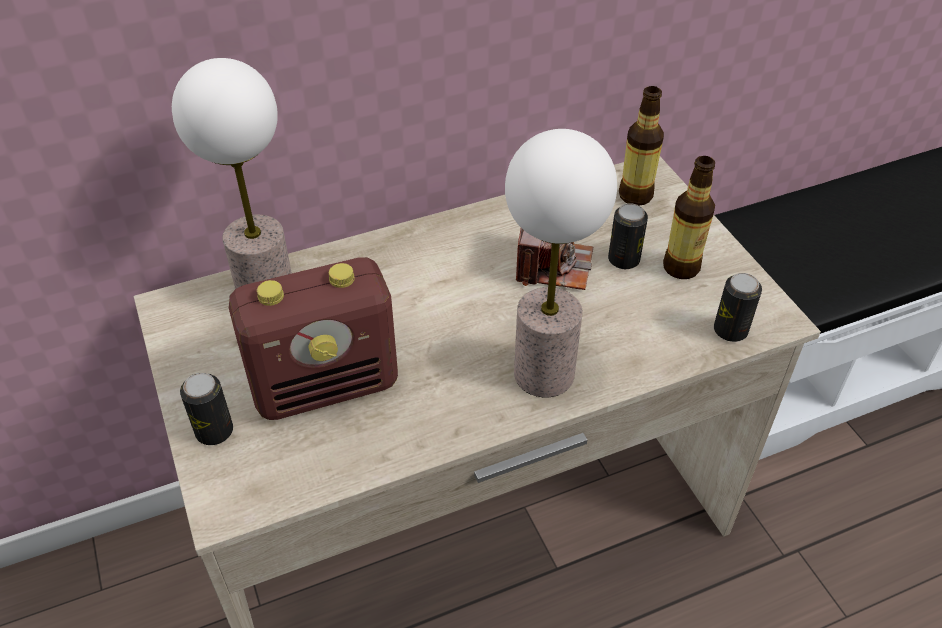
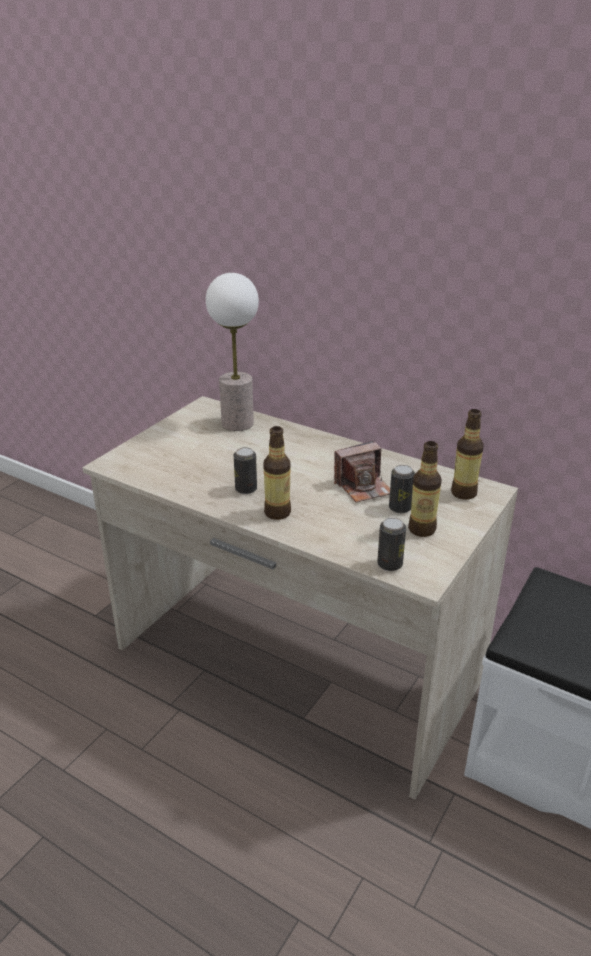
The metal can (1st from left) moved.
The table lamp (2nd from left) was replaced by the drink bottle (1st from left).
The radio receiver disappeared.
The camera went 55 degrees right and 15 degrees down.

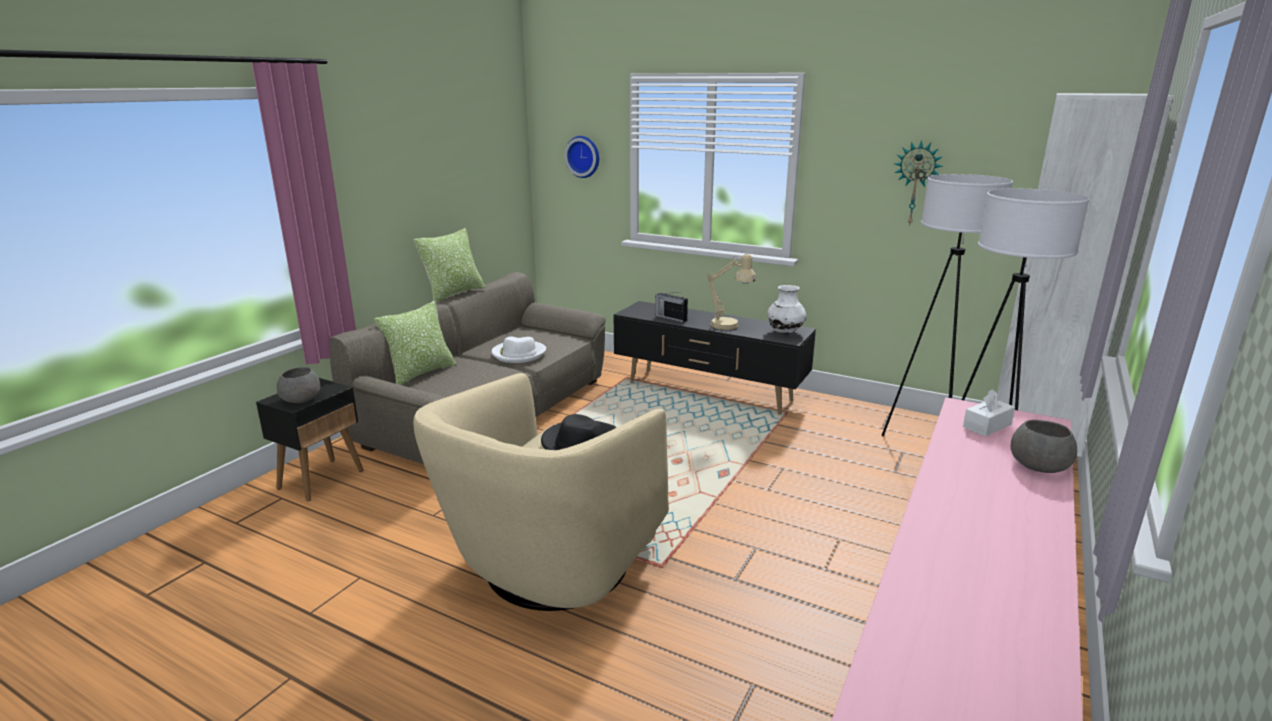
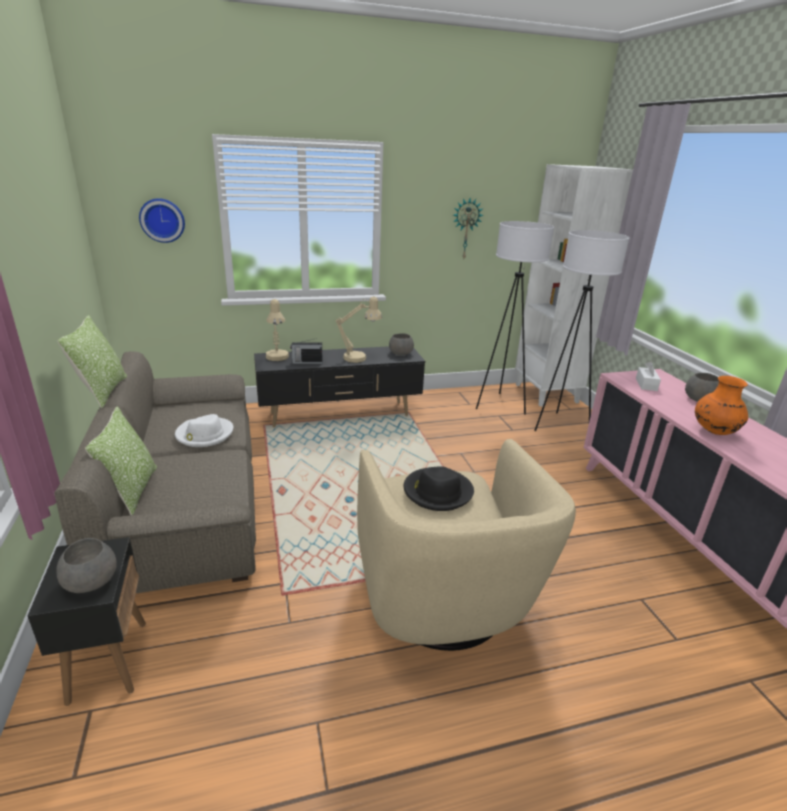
The beige table lamp (1st from left) appeared.
The whitish vase was replaced by the gray deep dish (2nd from left).
The orange vase appeared.
The camera went 45 degrees left and 5 degrees up.

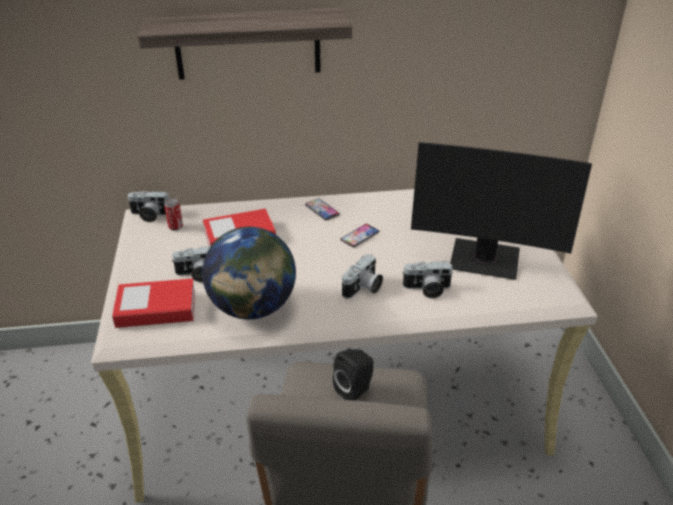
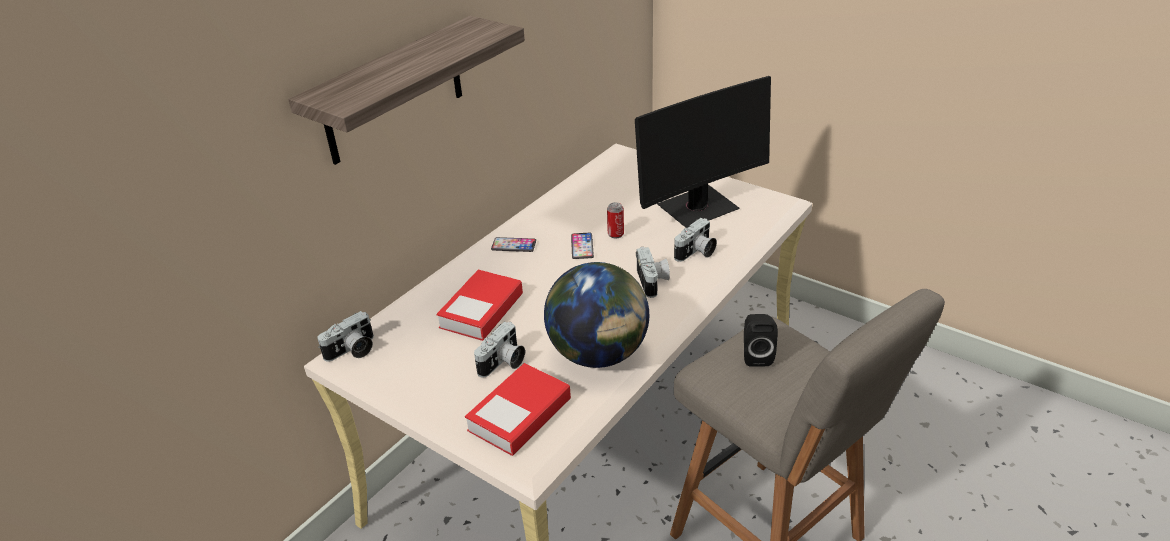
The metal can moved.
The camera went 45 degrees left and 0 degrees up.

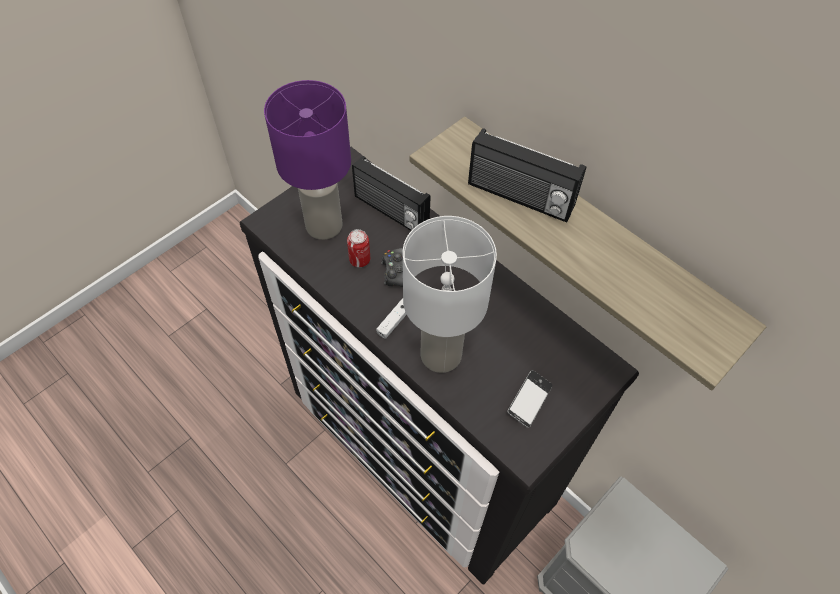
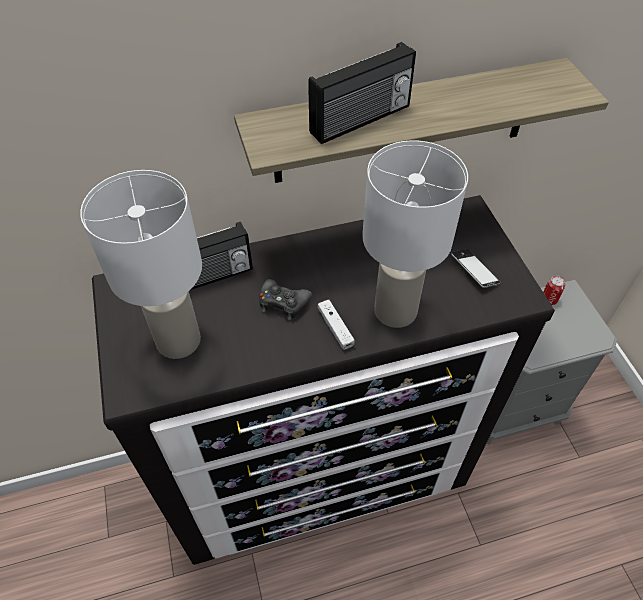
The purple-coloured table lamp became the whitish table lamp (1st from left).
The metal can moved.
The camera went 60 degrees left and 5 degrees down.

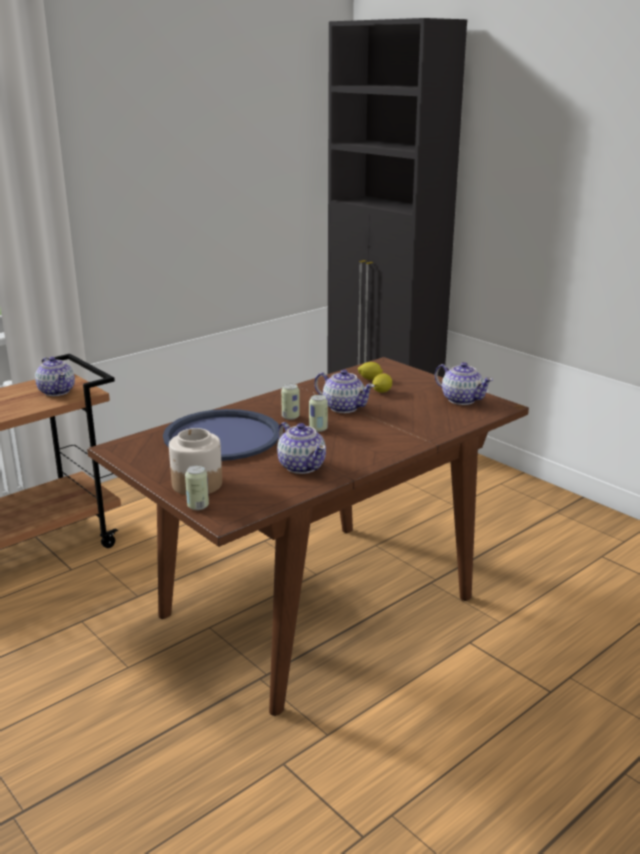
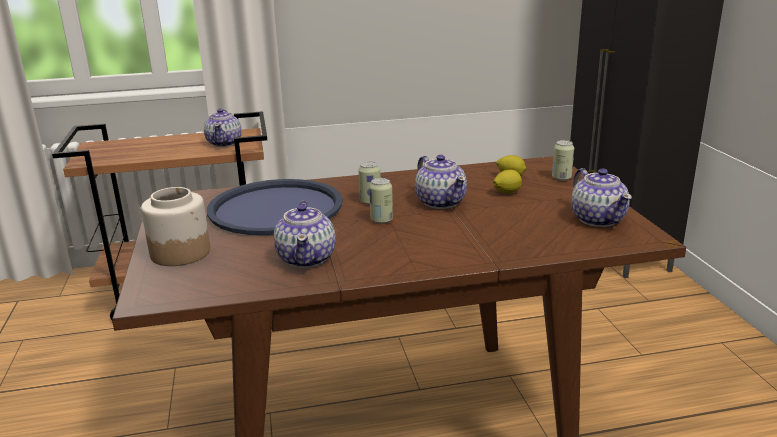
The metal can (1st from left in the first image) moved.
The camera went 30 degrees right and 0 degrees up.

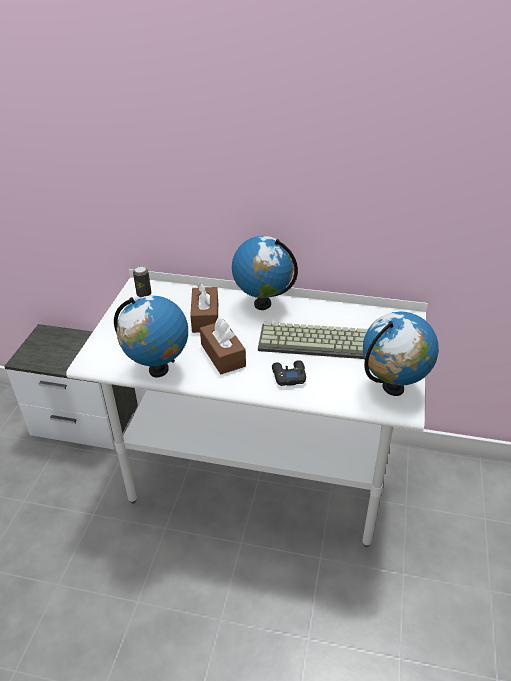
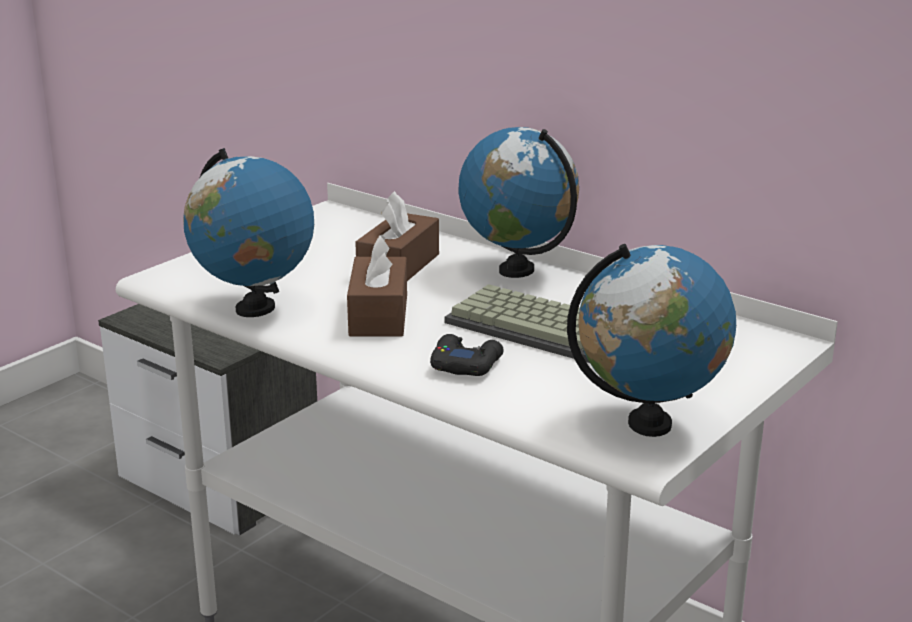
The metal can disappeared.
The camera went 25 degrees right and 15 degrees down.

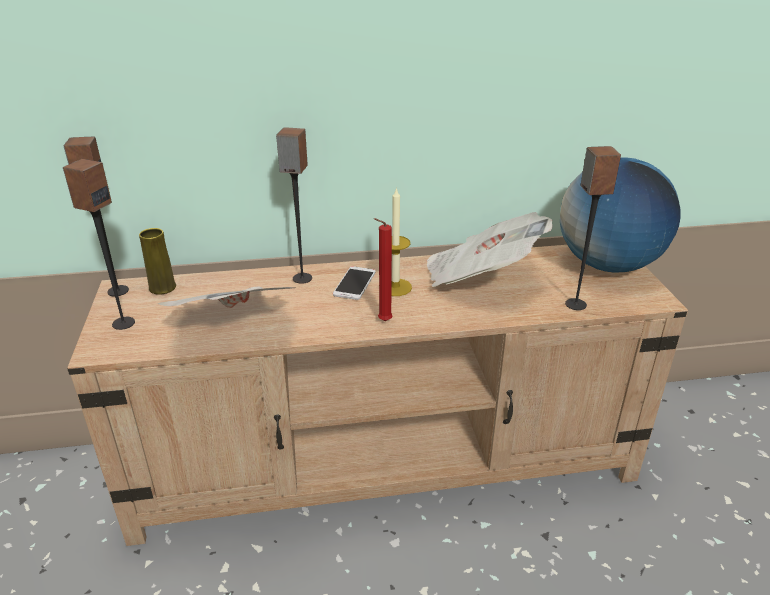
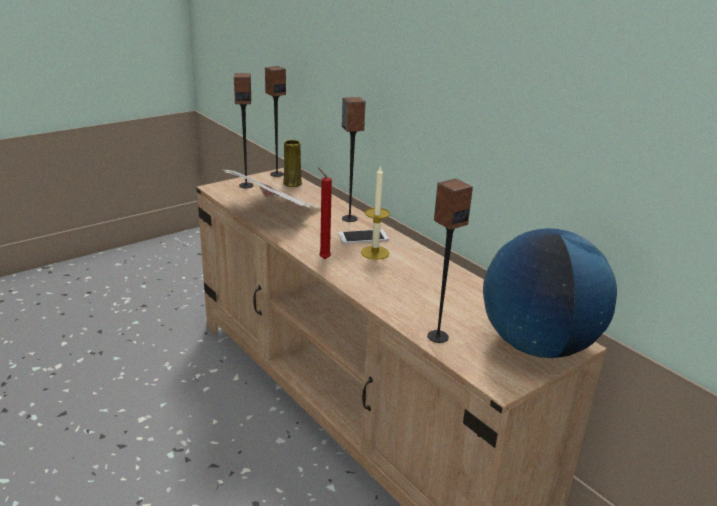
The newspaper (2nd from left) disappeared.
The camera went 60 degrees right and 5 degrees down.

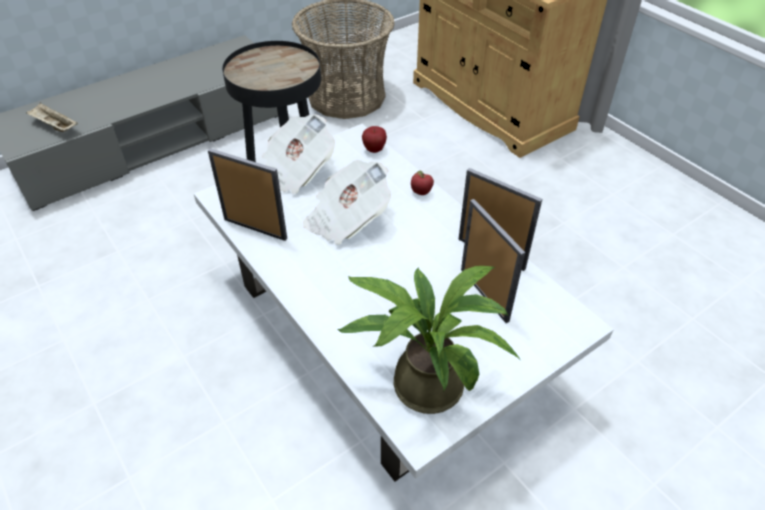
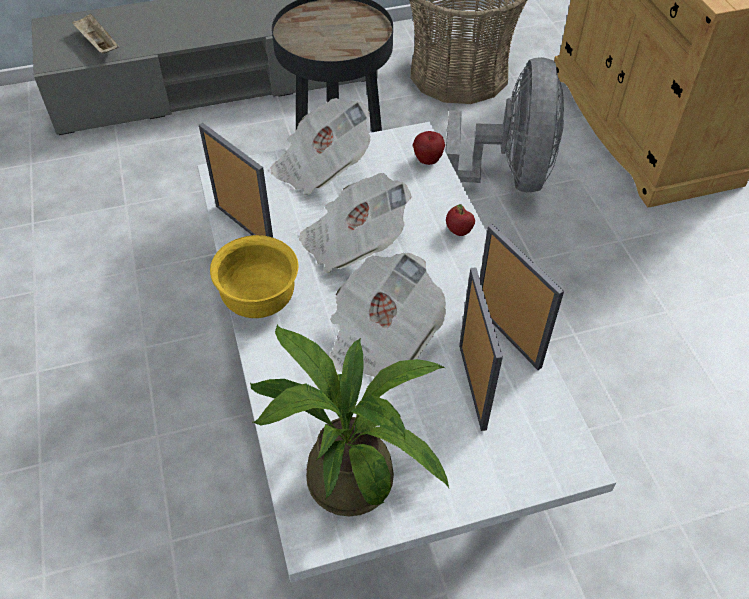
The yellow deep dish appeared.
The newspaper (3rd from left) appeared.
The gray cooling fan appeared.
The camera went 20 degrees right and 5 degrees up.

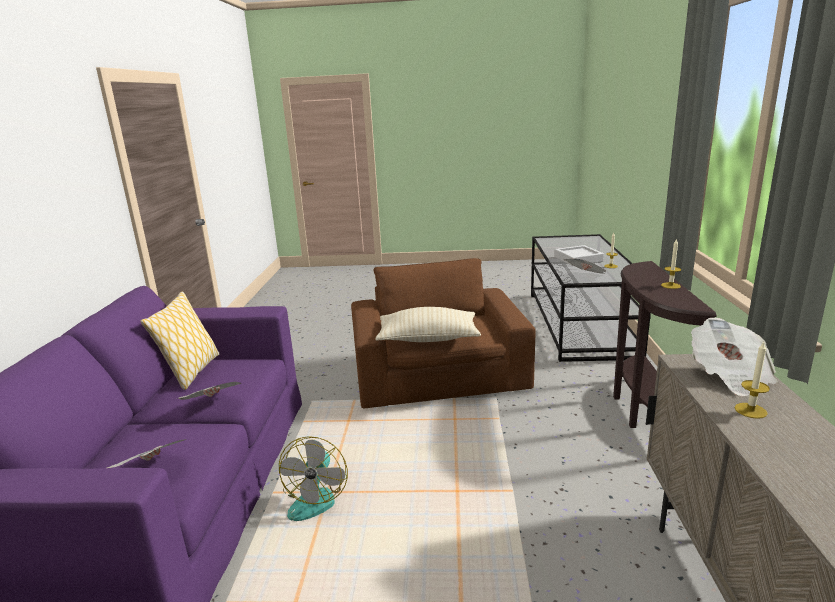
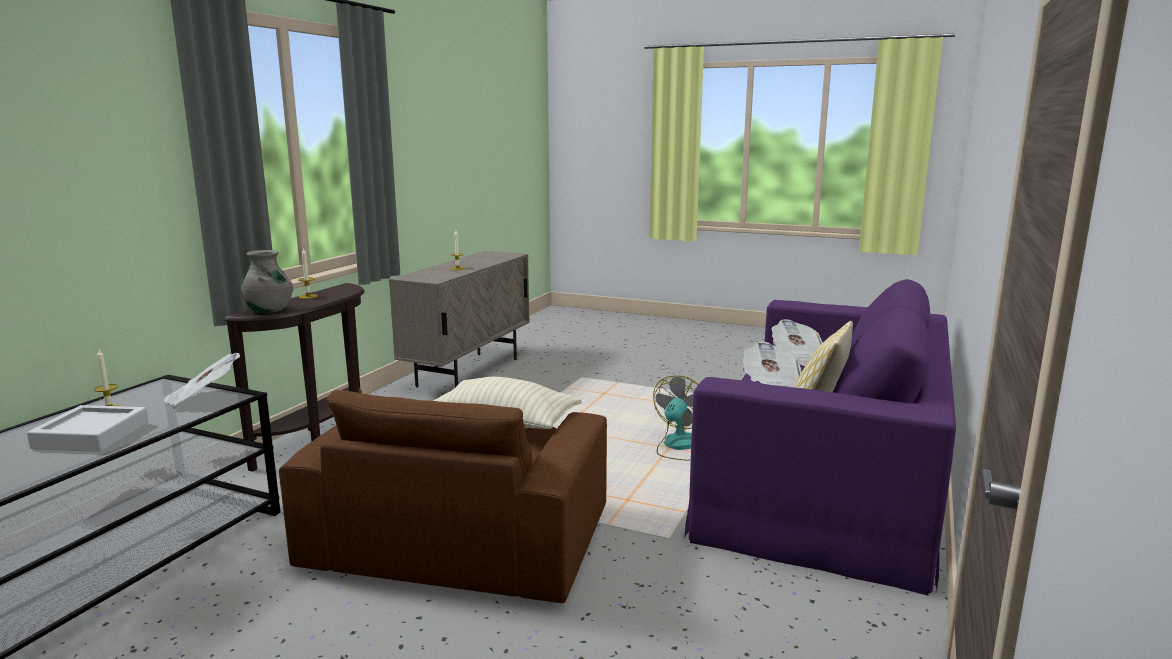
The gray vase appeared.
The newspaper (4th from left) disappeared.
The camera went 160 degrees left and 5 degrees down.

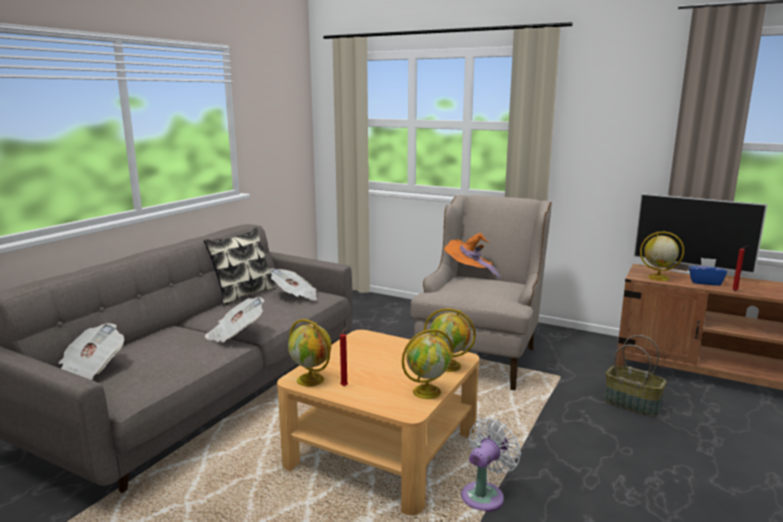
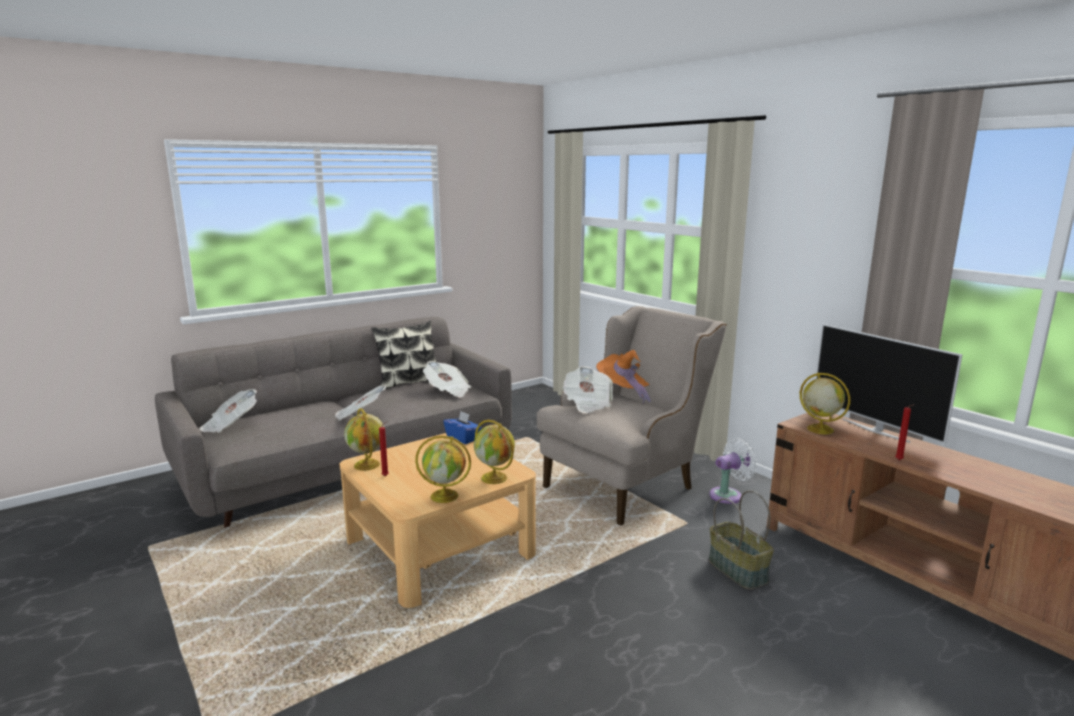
The bluish tissue holder moved.
The newspaper (4th from left) appeared.
The whitish cooling fan moved.
The camera went 25 degrees right and 0 degrees up.

